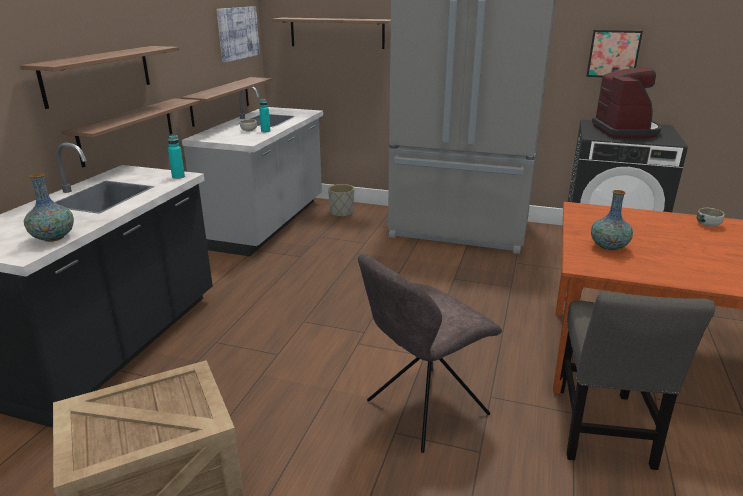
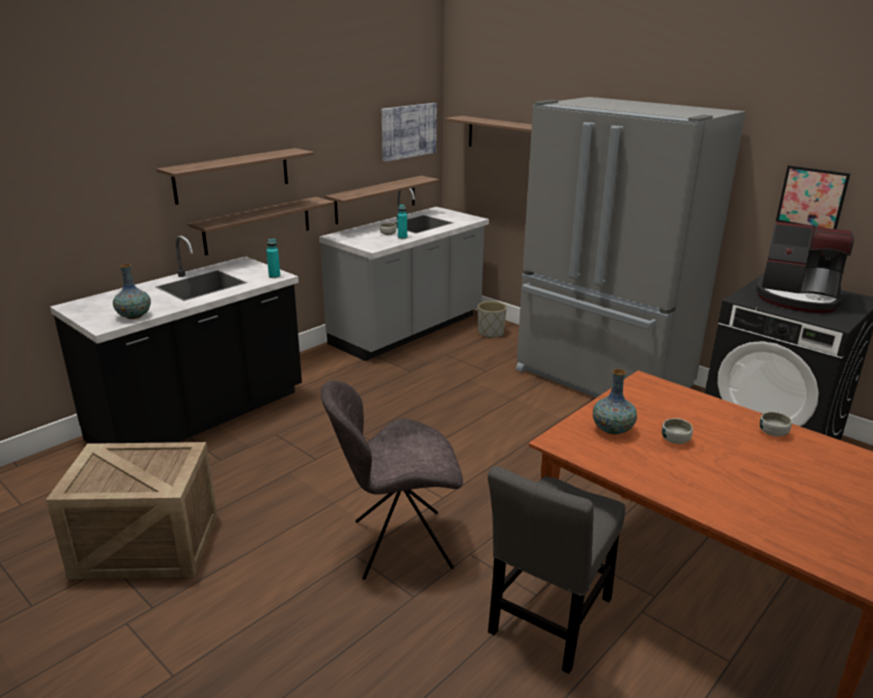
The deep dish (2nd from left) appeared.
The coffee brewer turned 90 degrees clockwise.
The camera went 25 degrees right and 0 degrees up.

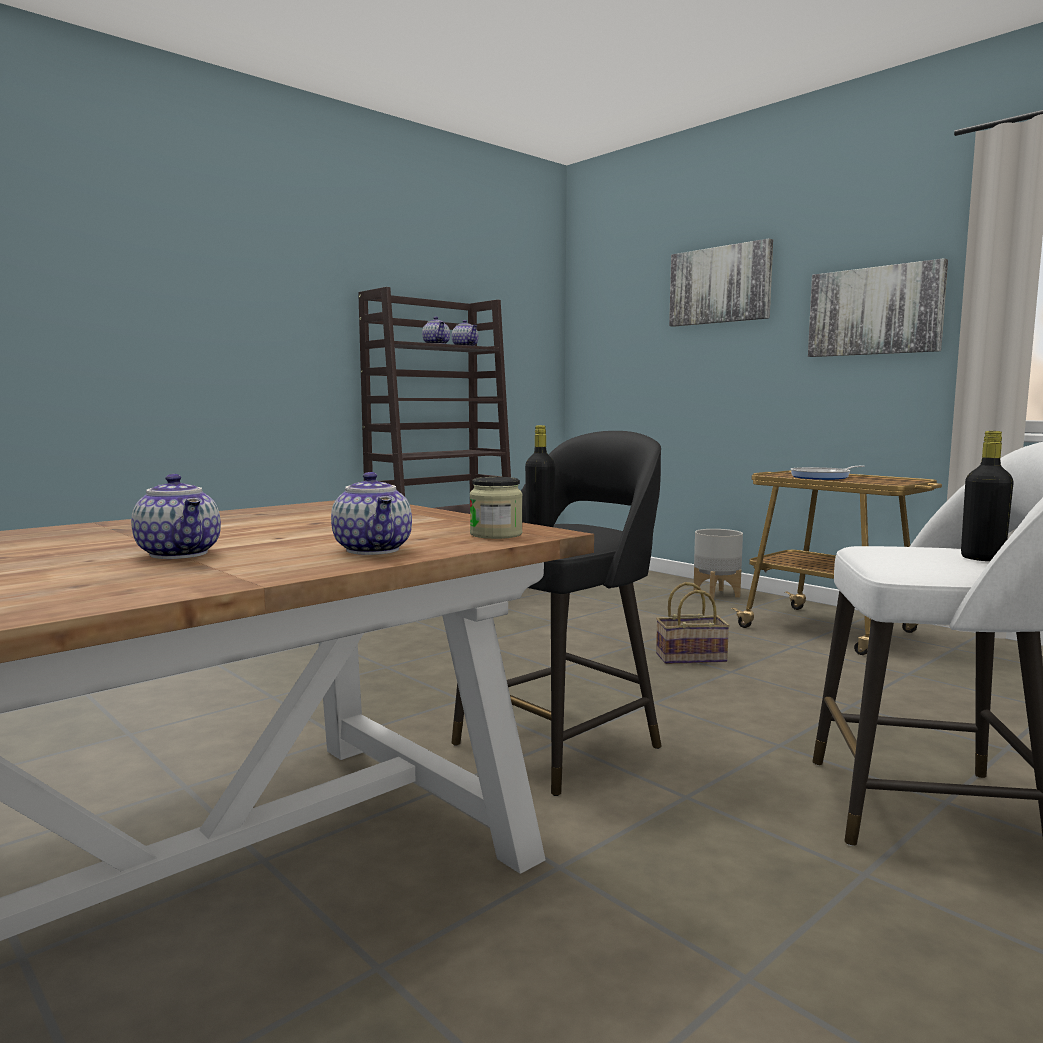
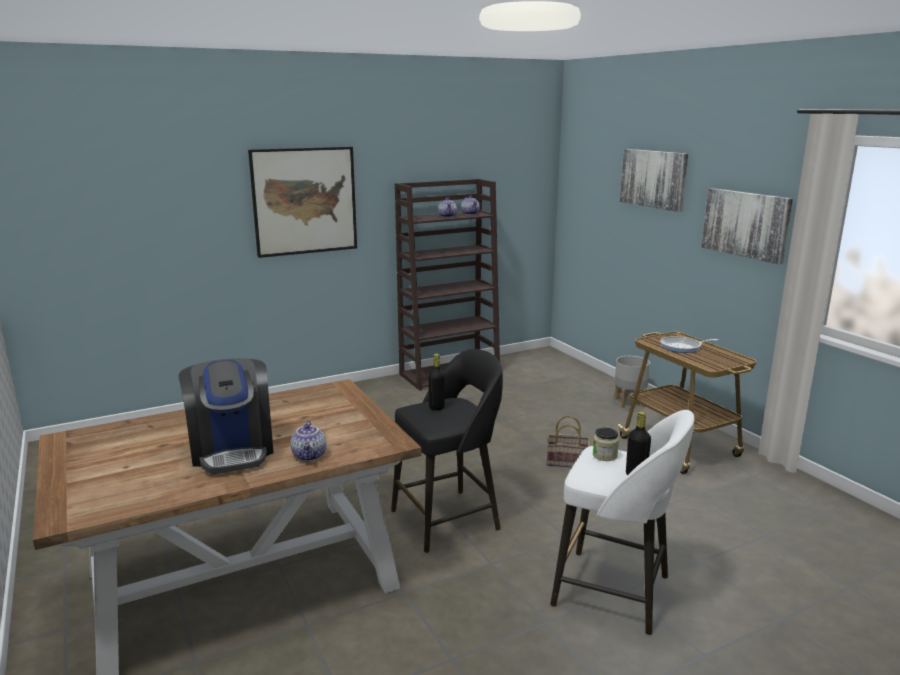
The teapot (1st from left) was replaced by the coffee brewer.
The wall picture (1st from left) appeared.
The preserve jar moved.
The camera went 15 degrees right and 10 degrees up.

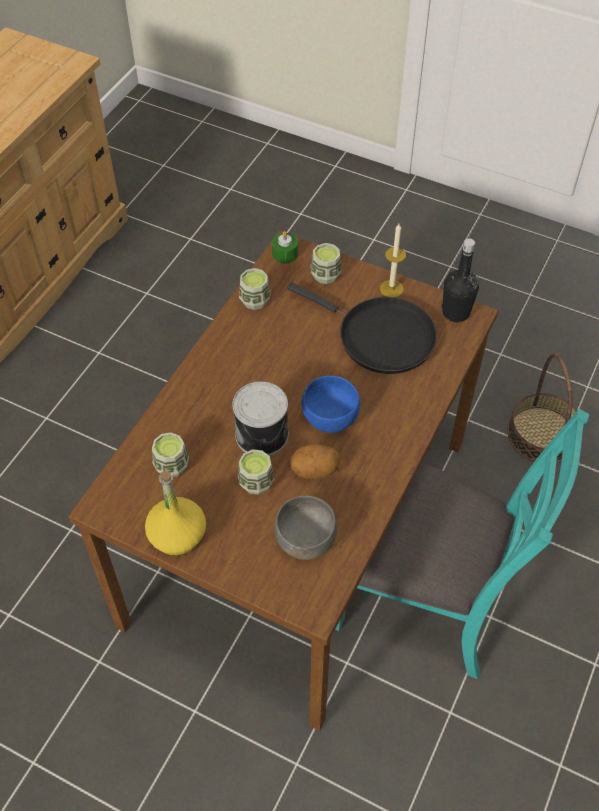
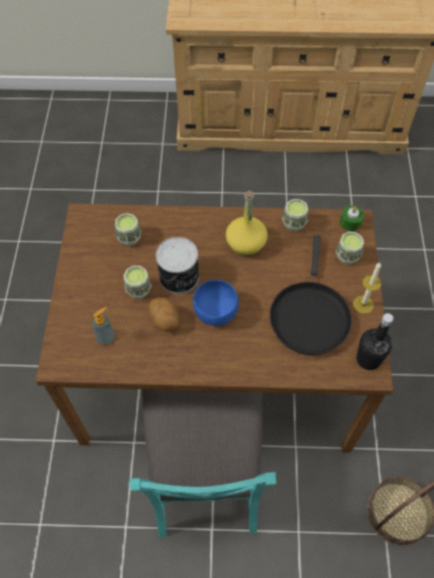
The gray deep dish was replaced by the soap bottle.
The yellow drink bottle moved.
The camera went 65 degrees right and 5 degrees up.

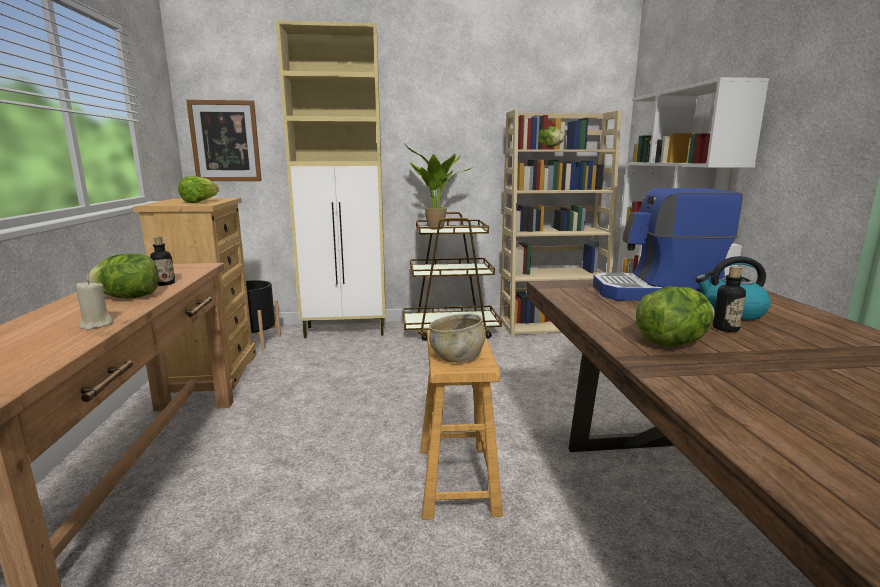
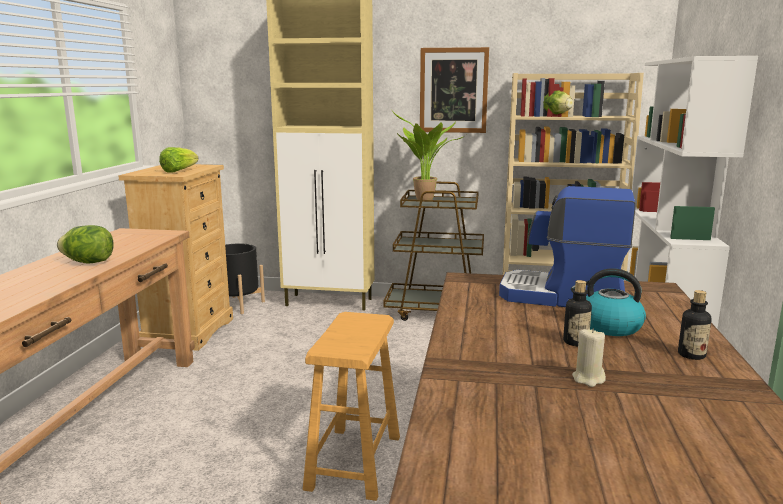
The wall picture moved.
The beige candle moved.
The drink bottle (1st from left in the first image) moved.
The beige deep dish disappeared.
The head of lettuce (4th from left) disappeared.
The camera went 15 degrees right and 0 degrees up.

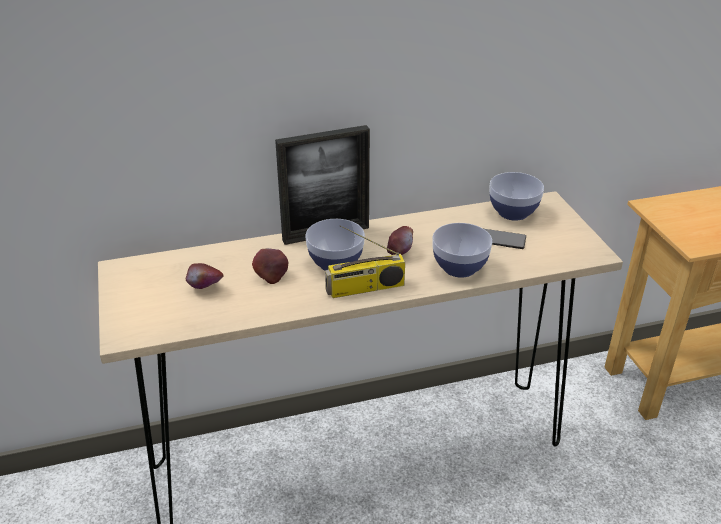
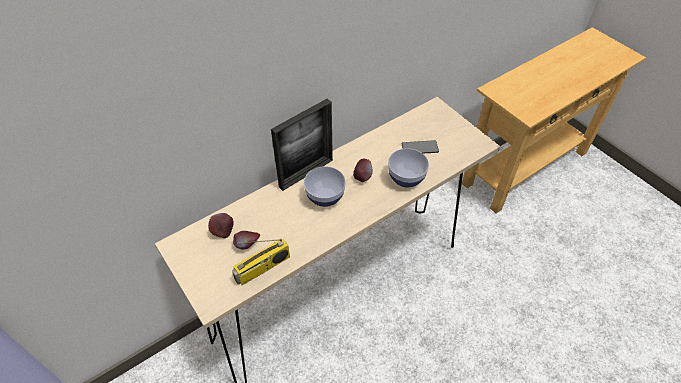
The whole apple (2nd from left in the first image) moved.
The radio receiver moved.
The deep dish (3rd from left) disappeared.
The camera went 20 degrees left and 15 degrees up.

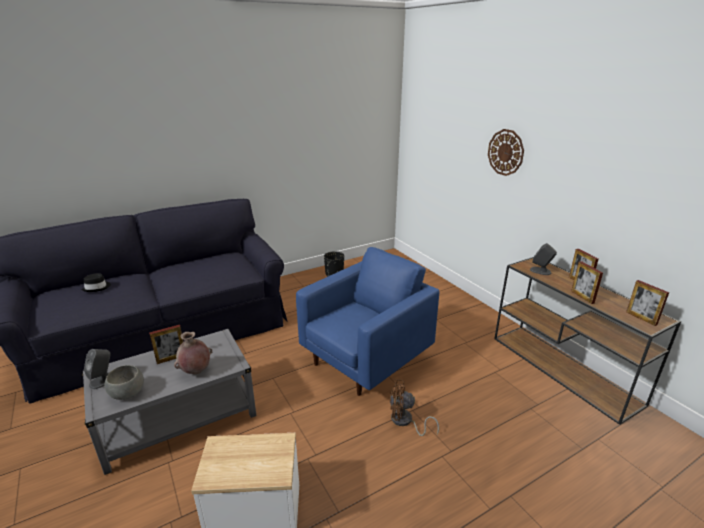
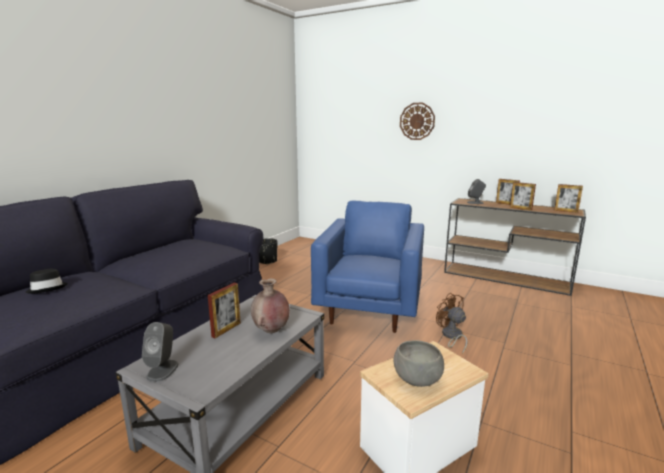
The gray deep dish moved.
The brown-coloured cooling fan turned 90 degrees clockwise.
The camera went 30 degrees left and 10 degrees down.

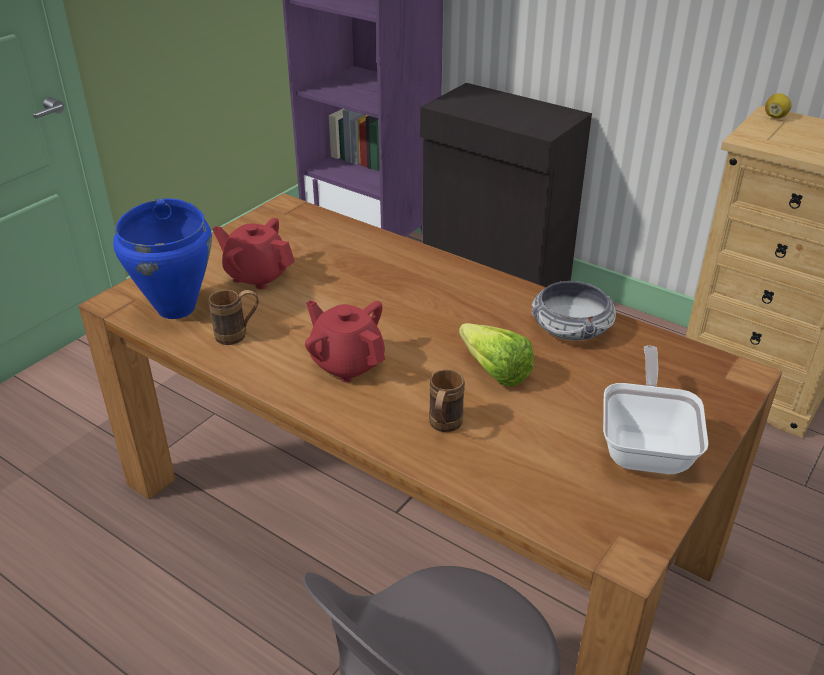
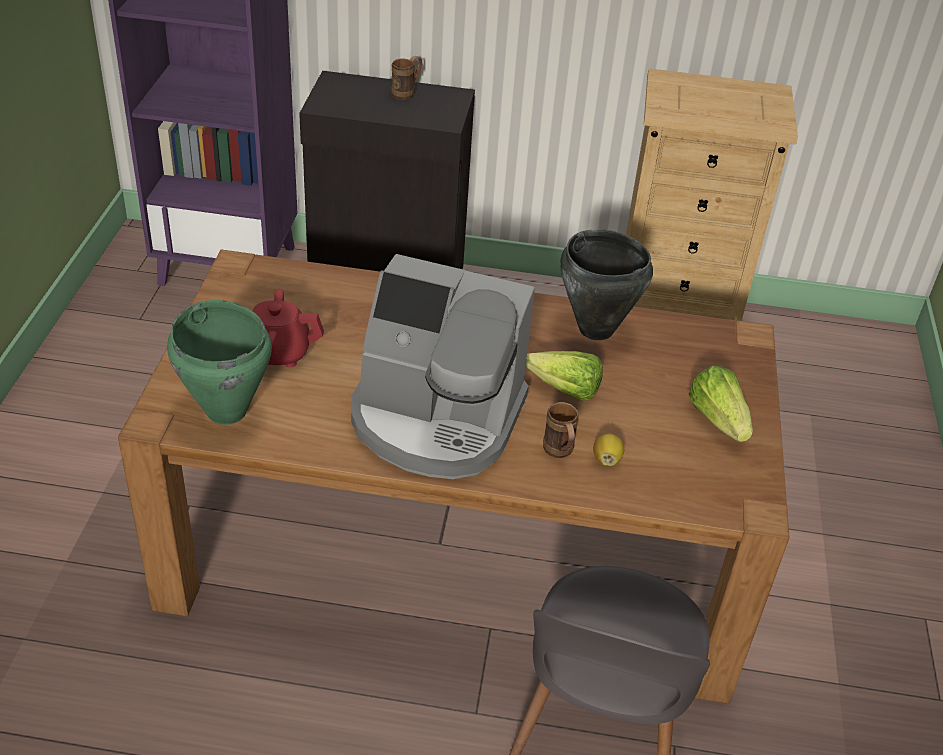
The bluish stockpot became the greenish stockpot.
The reddish teapot (2nd from left) was replaced by the coffee brewer.
The brown-coloured coffee mug (1st from left) moved.
The deep dish was replaced by the black stockpot.
The citrus fruit moved.
The pan was replaced by the head of lettuce (2nd from left).
The camera went 30 degrees left and 5 degrees up.

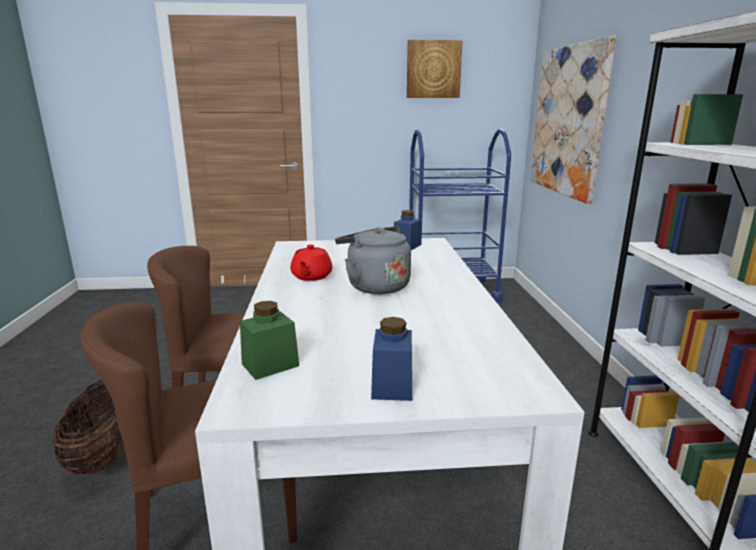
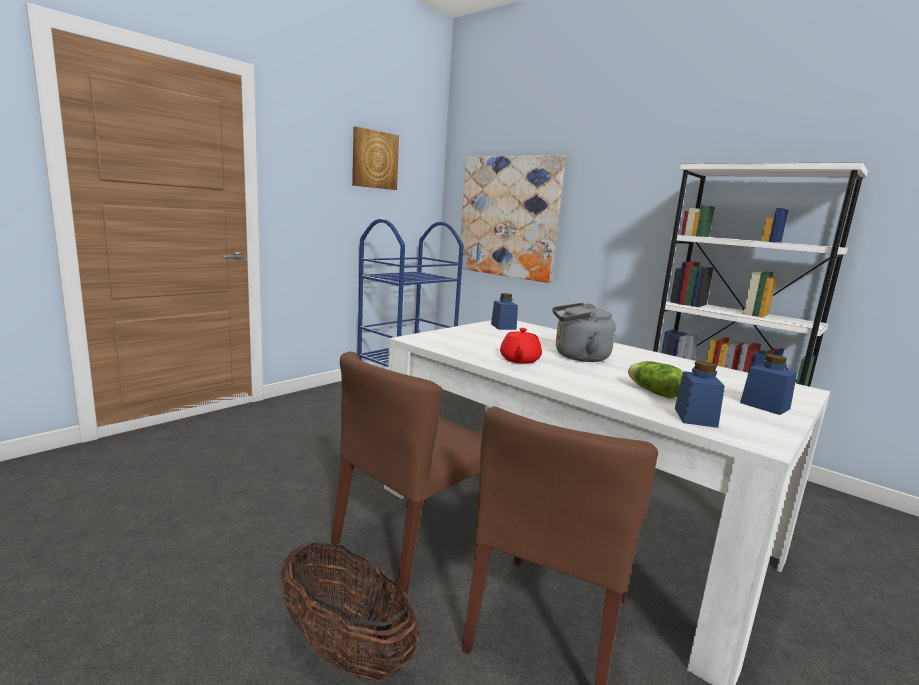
The reddish teapot turned 135 degrees counterclockwise.
The head of lettuce appeared.
The greenish preserve jar became the bluish preserve jar (2nd from left).
The camera went 45 degrees left and 5 degrees down.

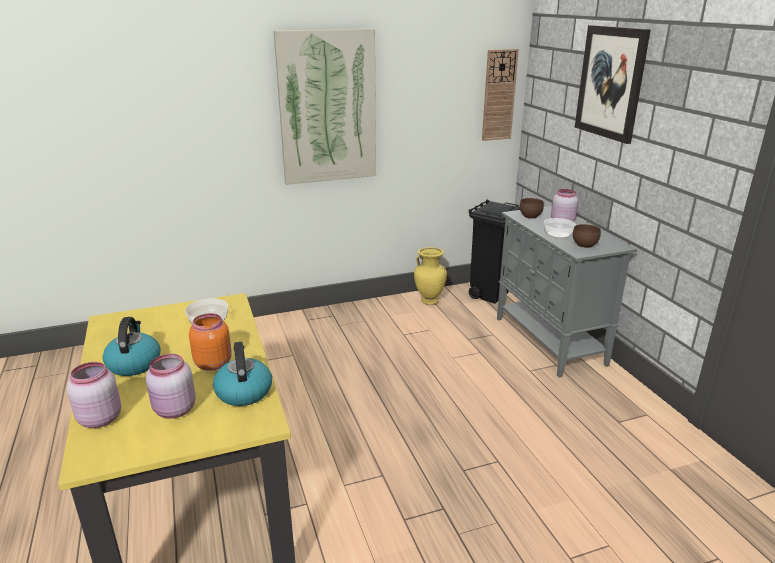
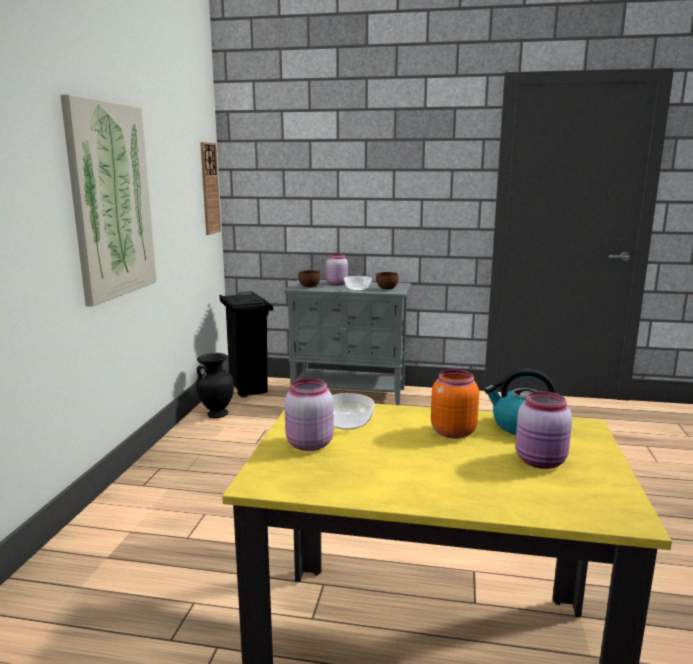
The yellow vase became the black vase.
The pinkish preserve jar (1st from left) moved.
The kettle (1st from left) disappeared.
The wall picture (2nd from left) disappeared.
The camera went 60 degrees left and 10 degrees down.

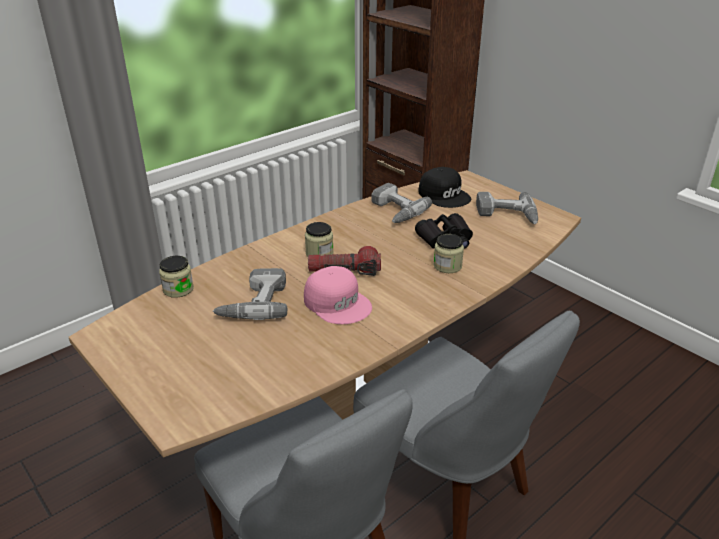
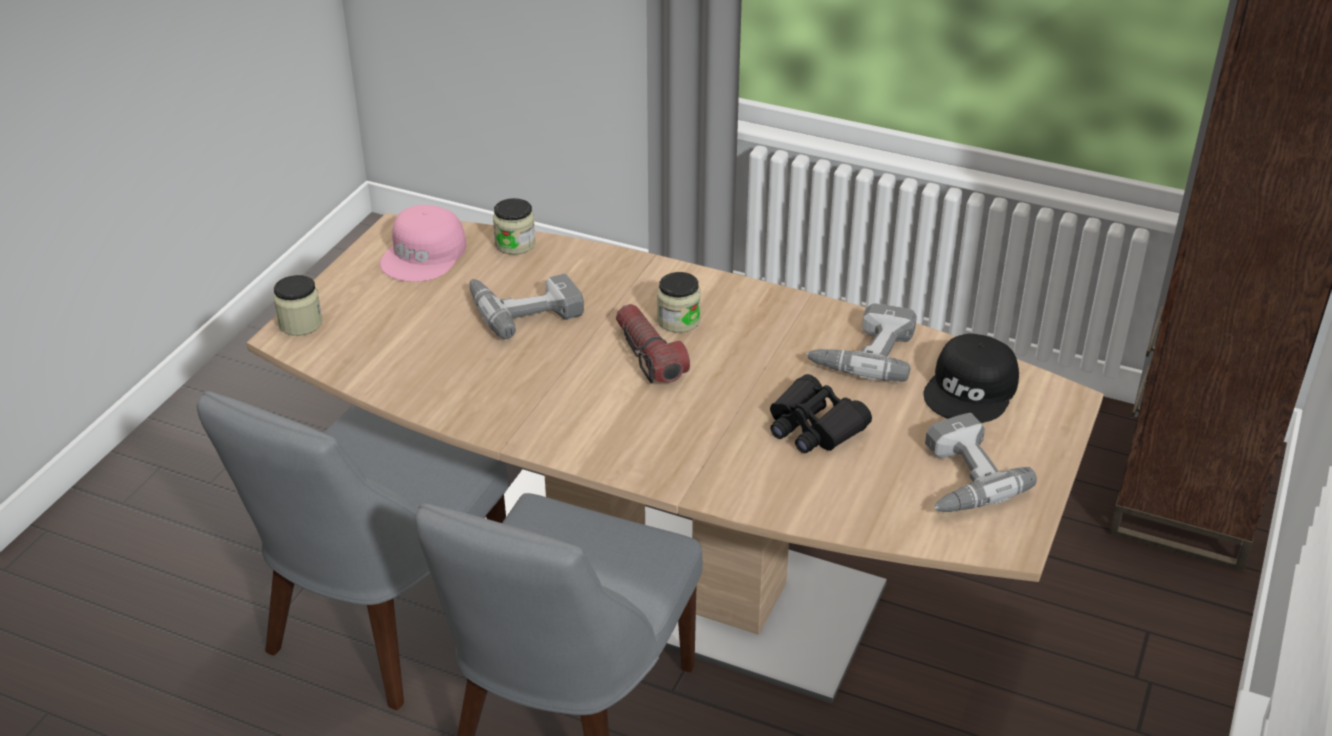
The preserve jar (3rd from left in the first image) moved.
The pinkish peaked cap moved.
The camera went 65 degrees right and 5 degrees up.

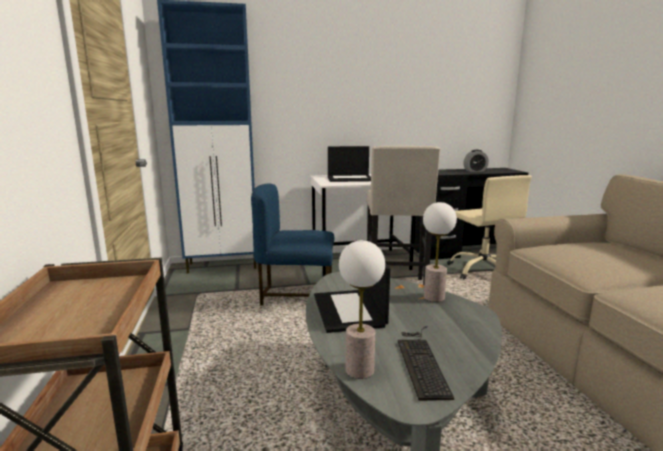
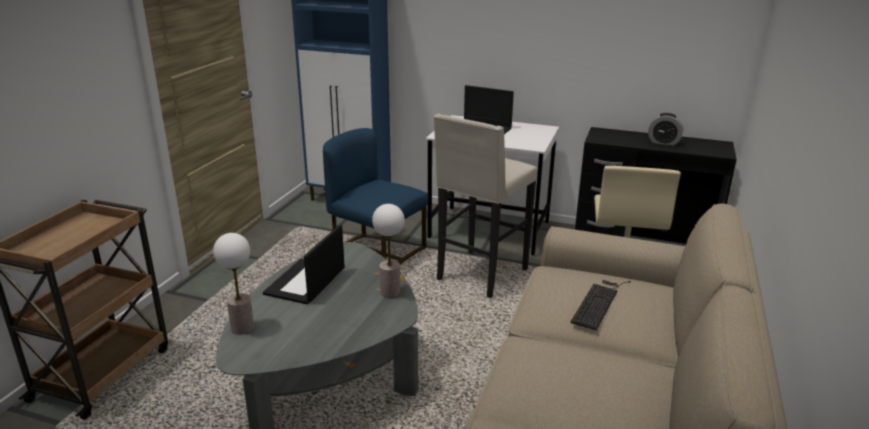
The keyboard moved.
The camera went 30 degrees right and 10 degrees up.

